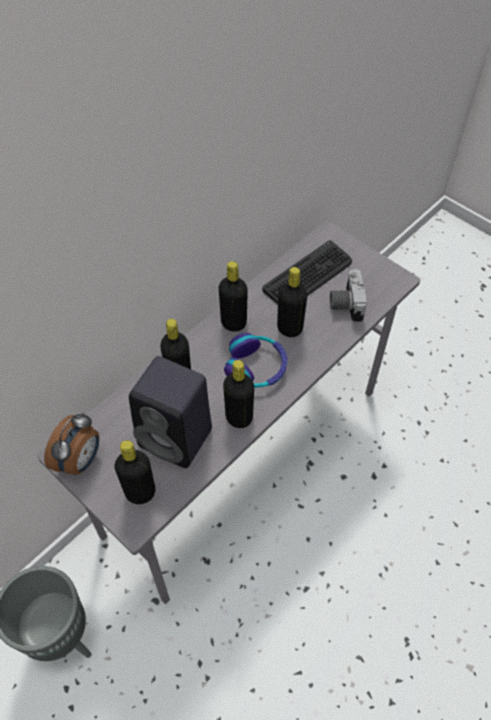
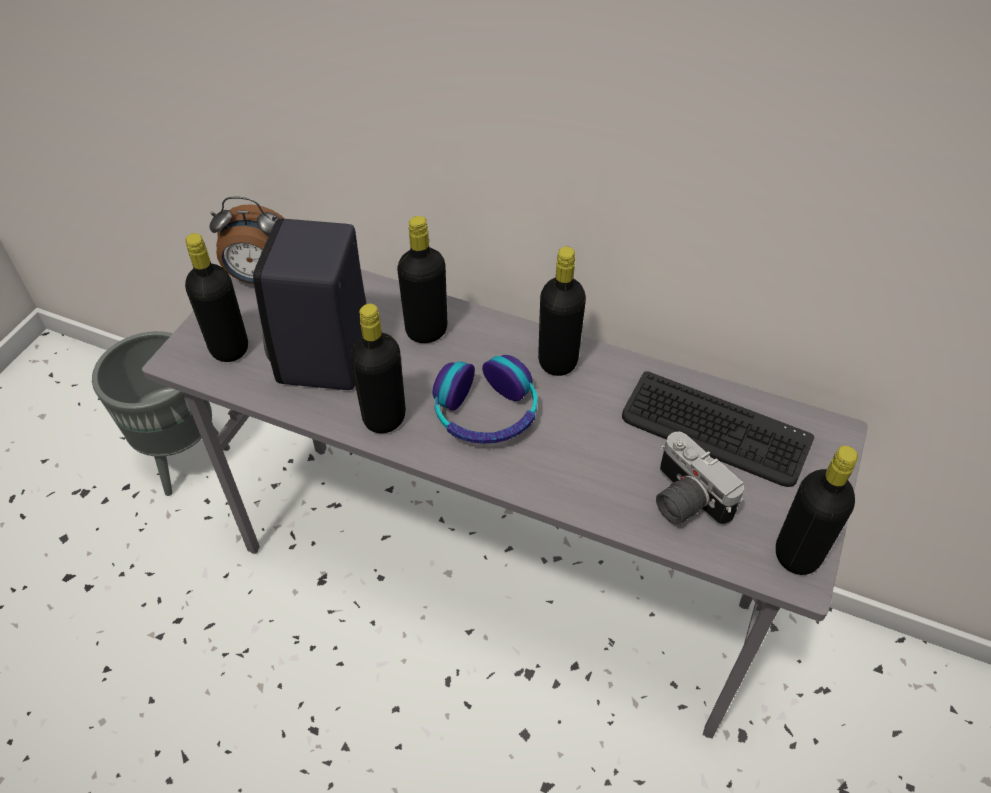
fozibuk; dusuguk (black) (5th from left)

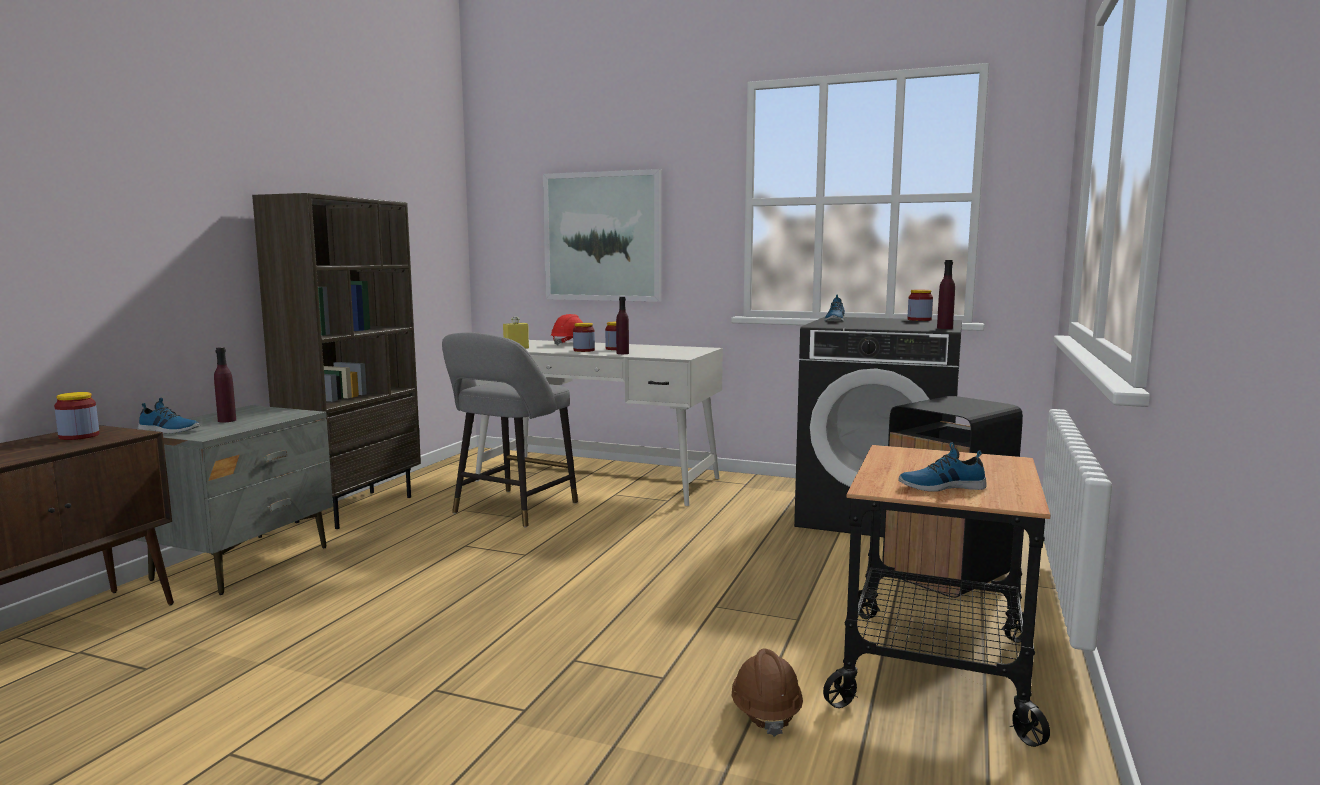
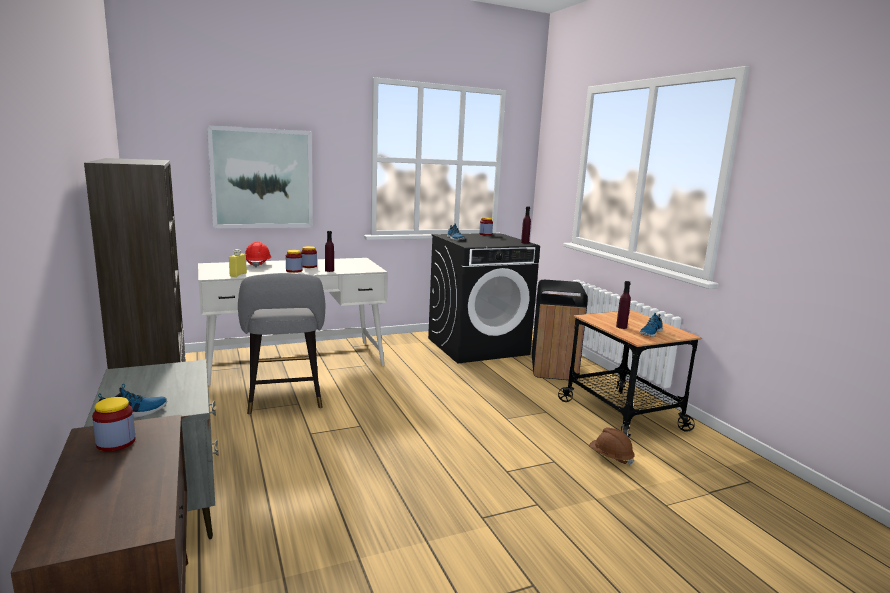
dusuguk (purple) (3rd from left)

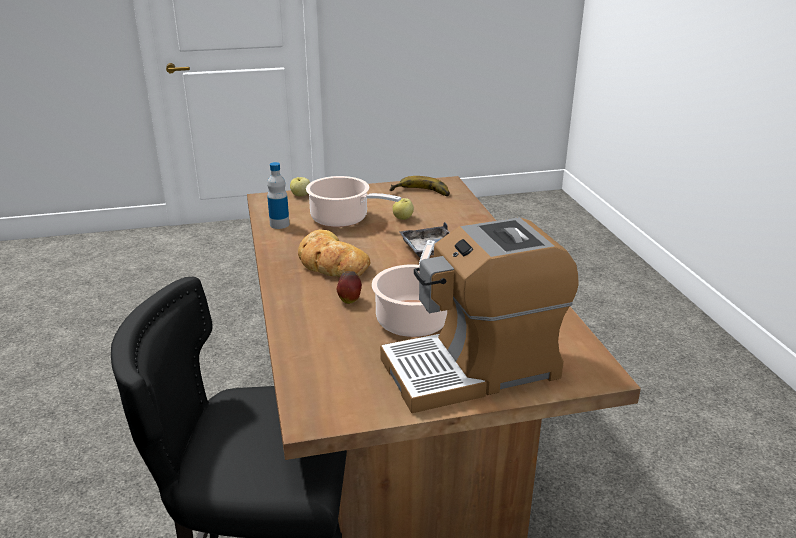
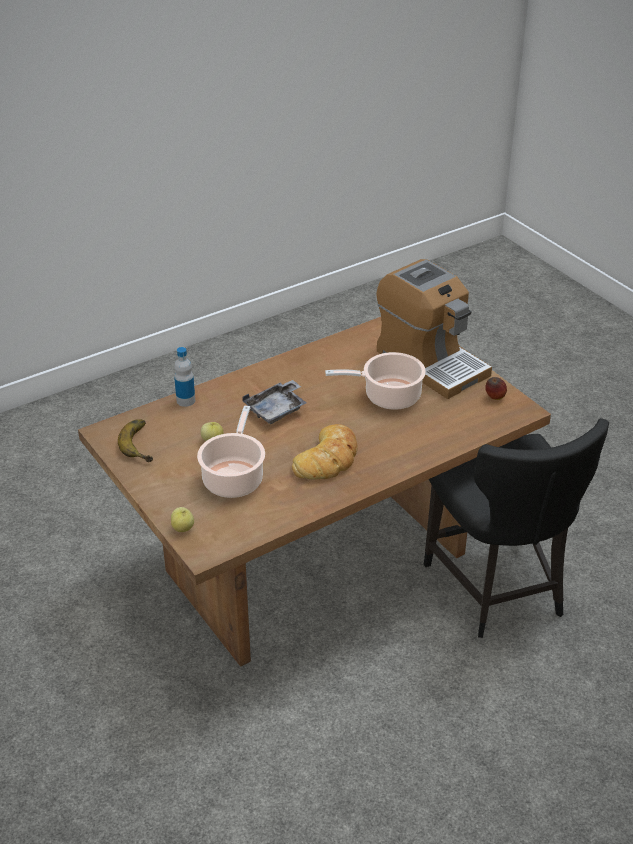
dusuguk; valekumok (3rd from left)

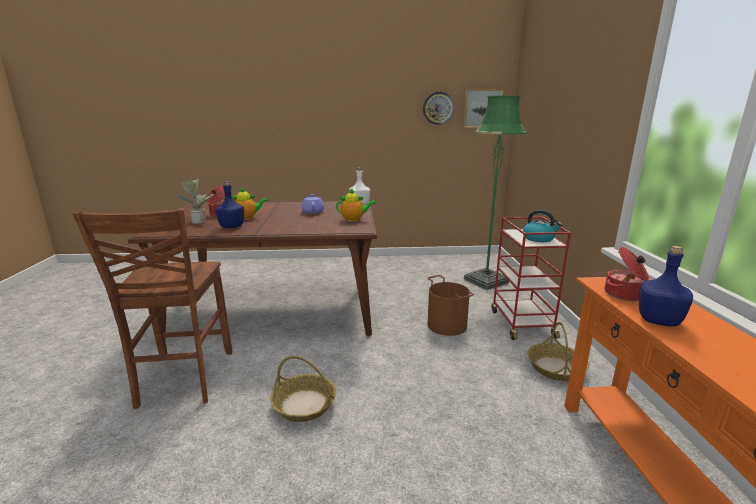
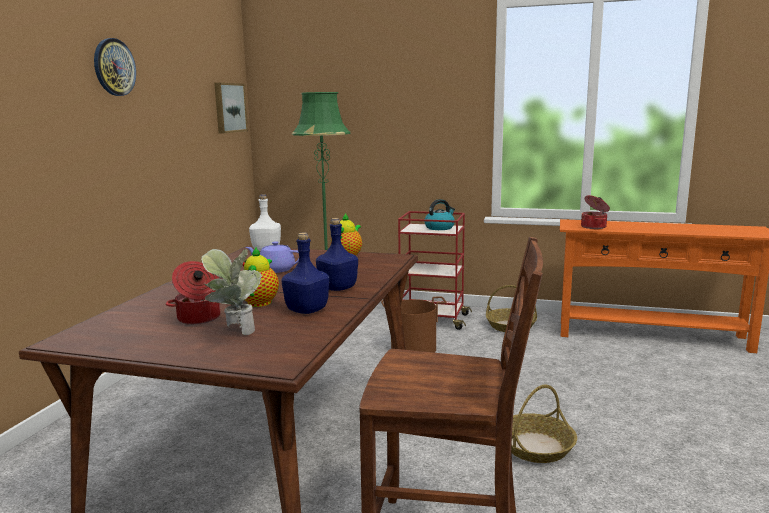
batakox; dusuguk (blue) (2nd from left)

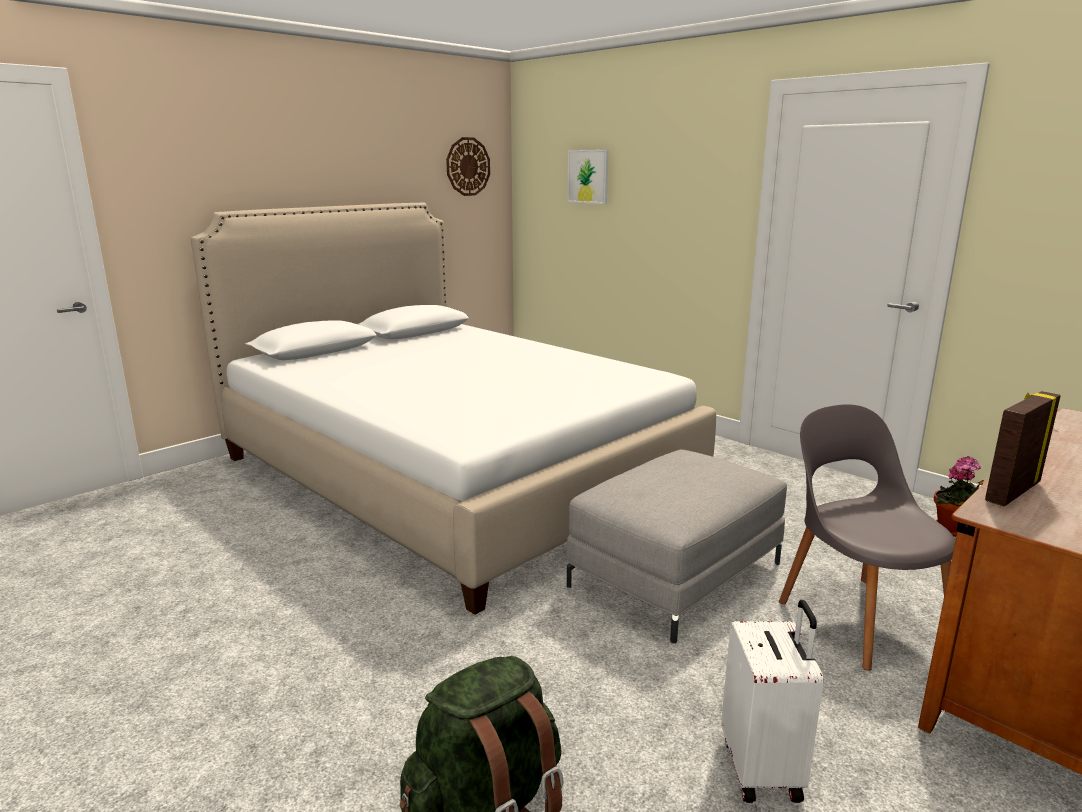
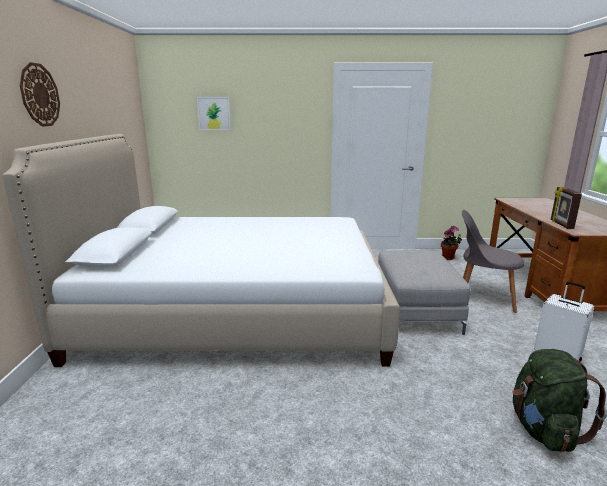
batakox

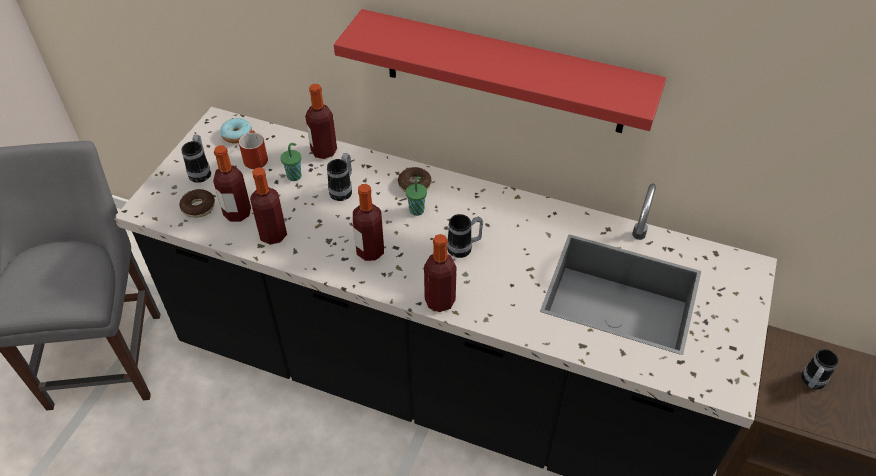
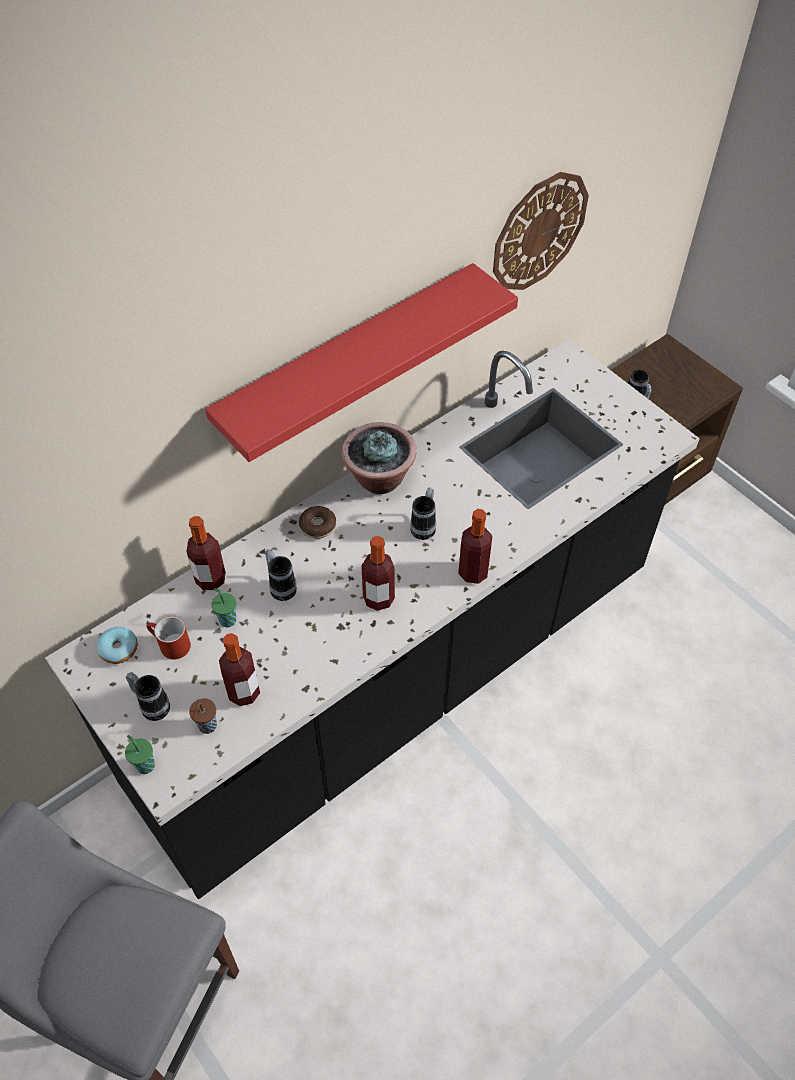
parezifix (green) (1st from left); parezifix (brown); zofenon; batakox; dusuguk (2nd from left in the first image)

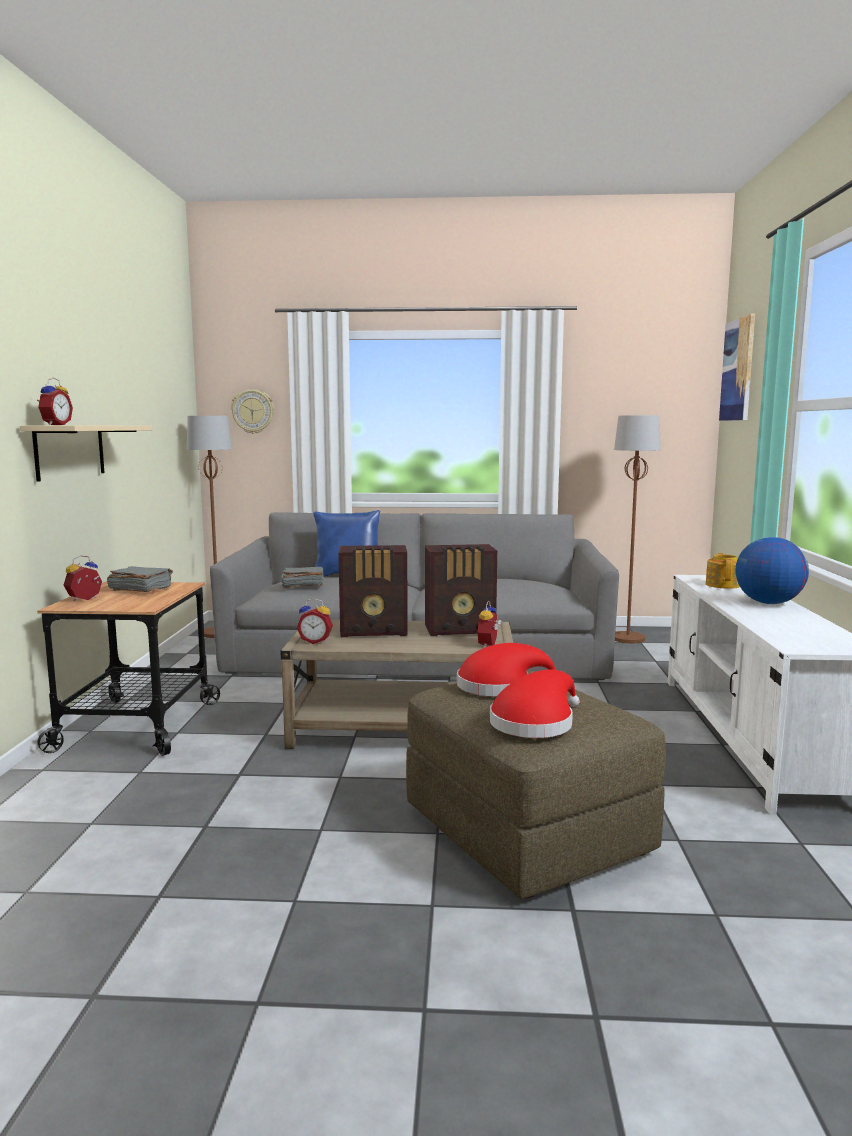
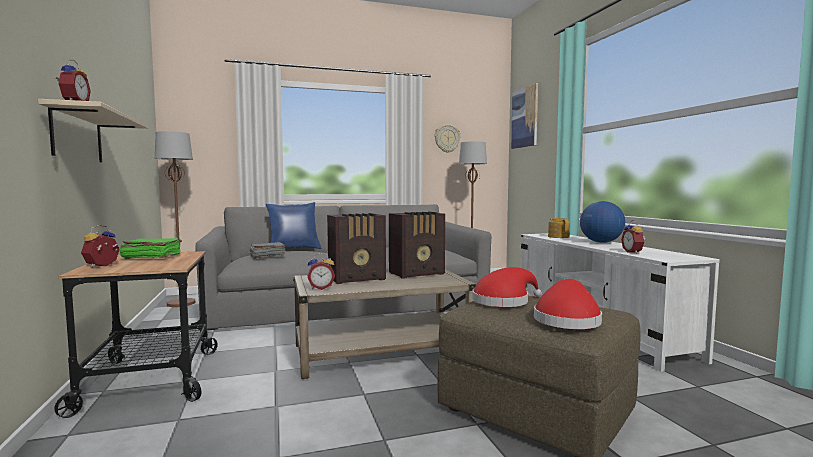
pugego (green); batakox; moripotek (4th from left)

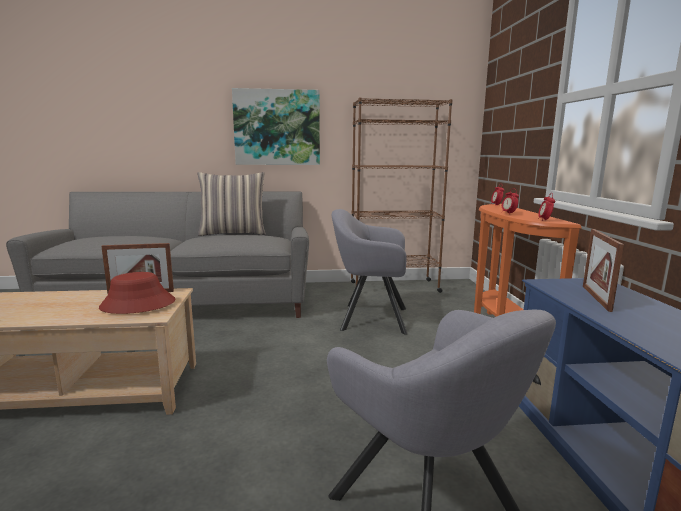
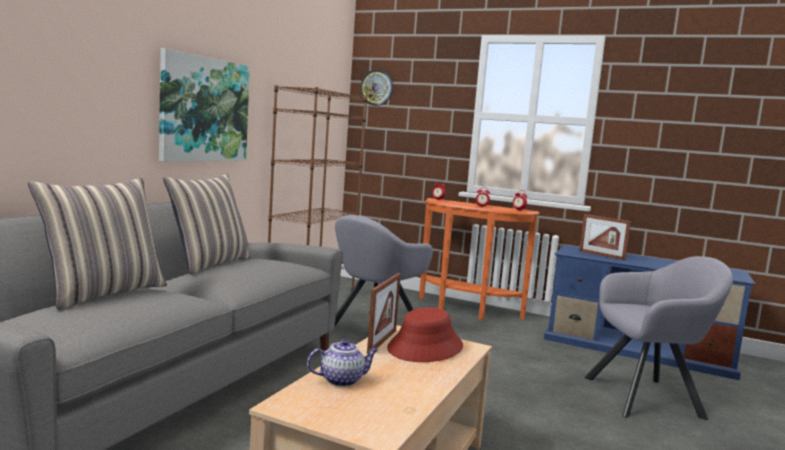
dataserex (1st from left); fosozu; batakox

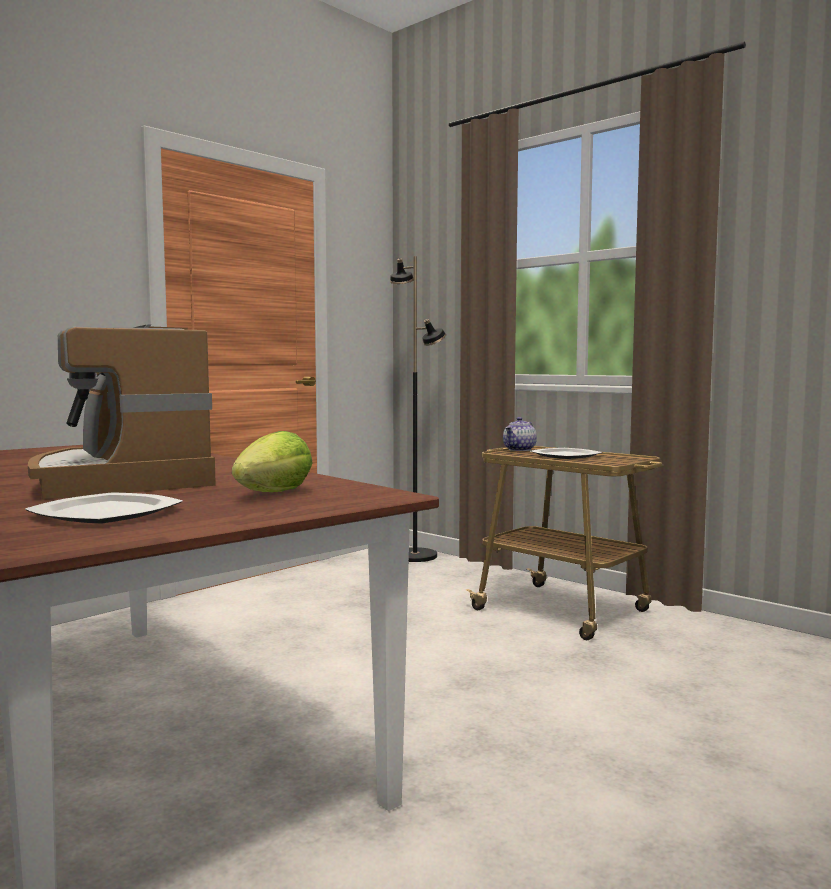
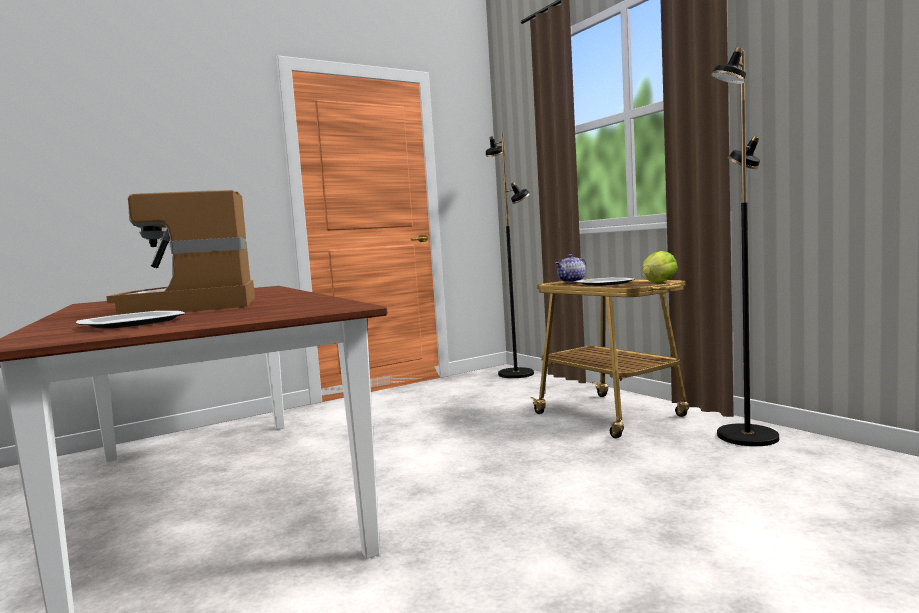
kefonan; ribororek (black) (2nd from left)

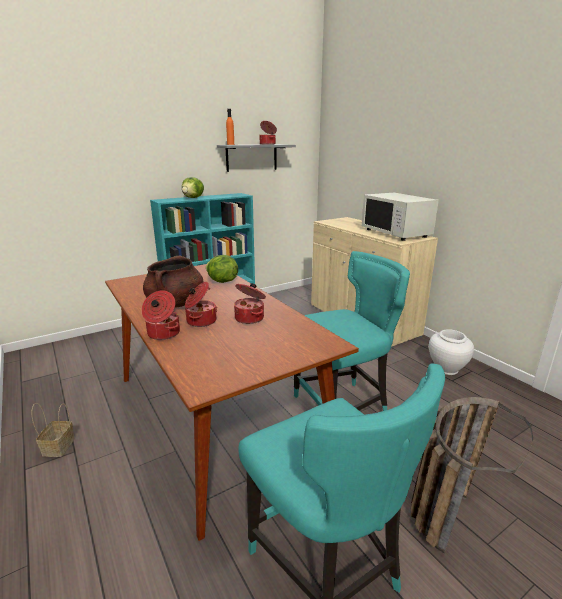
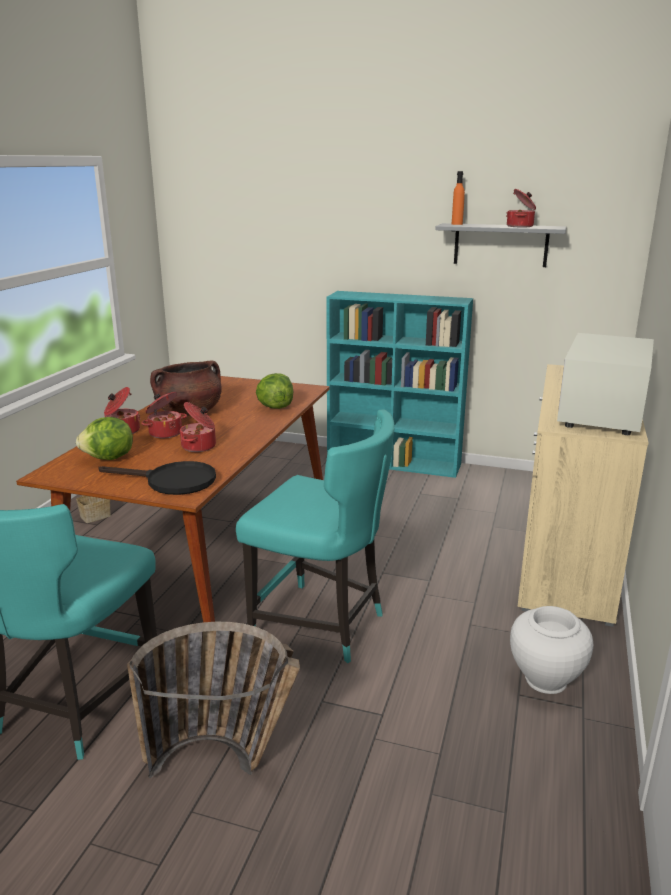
kefonan (1st from left); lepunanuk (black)

